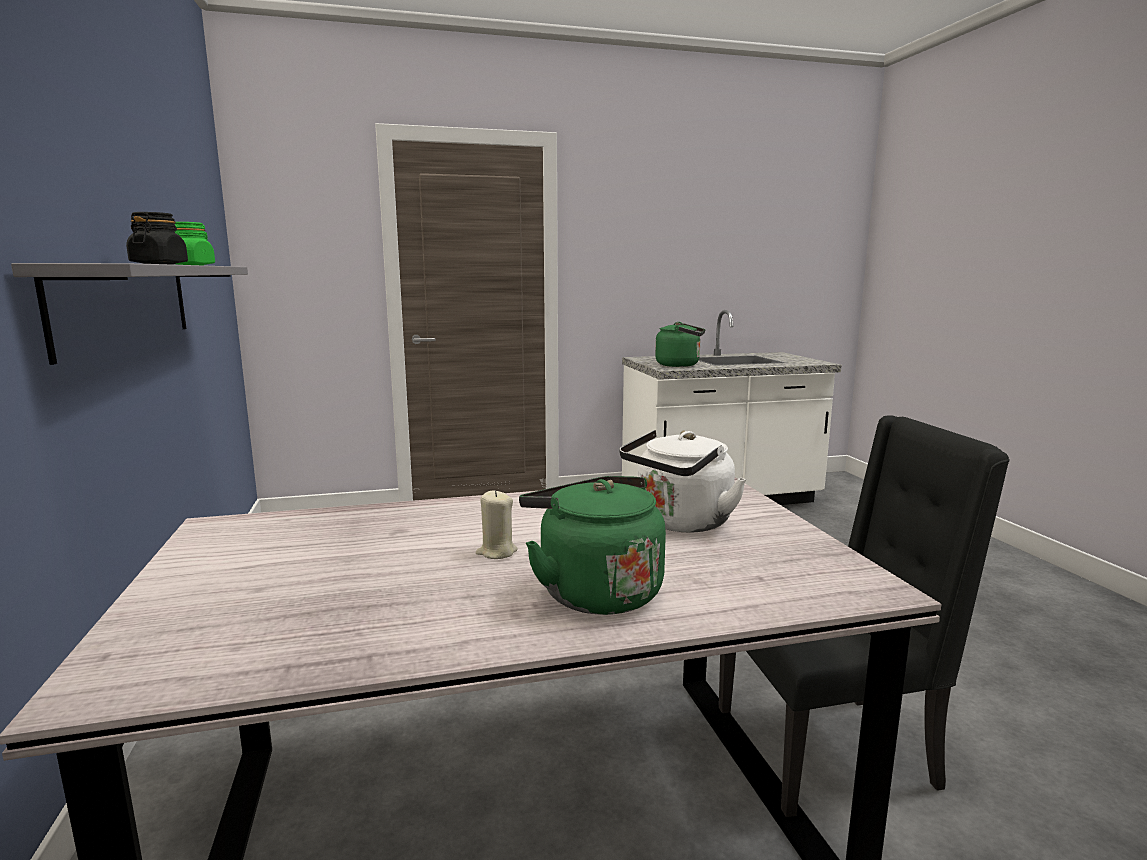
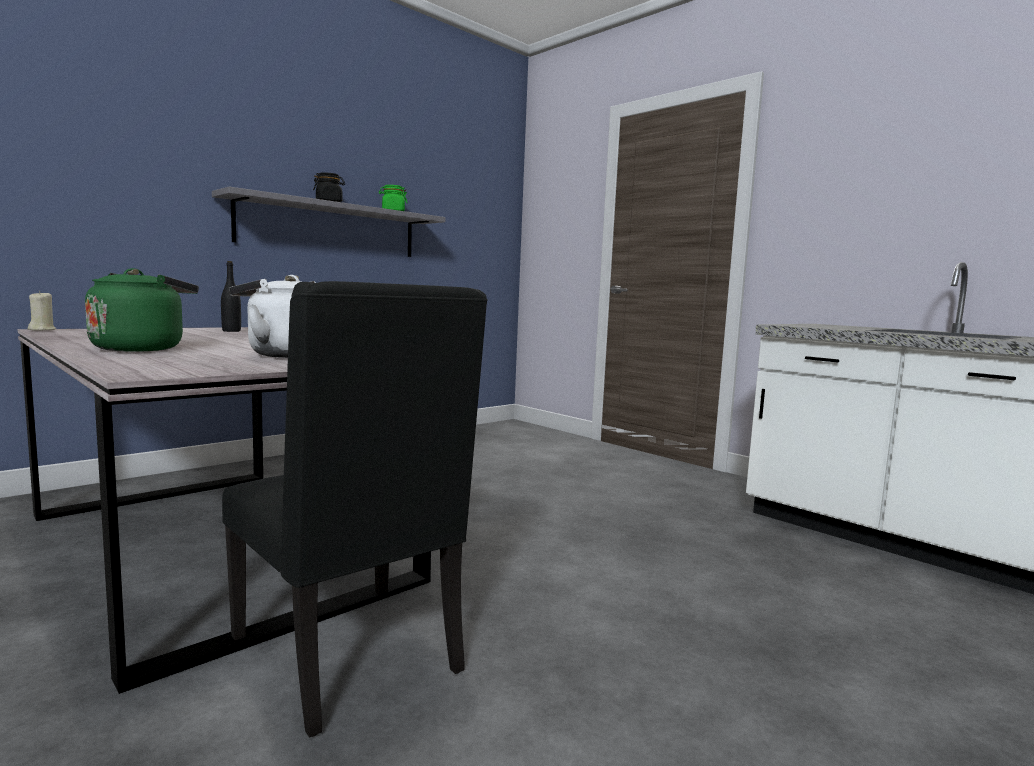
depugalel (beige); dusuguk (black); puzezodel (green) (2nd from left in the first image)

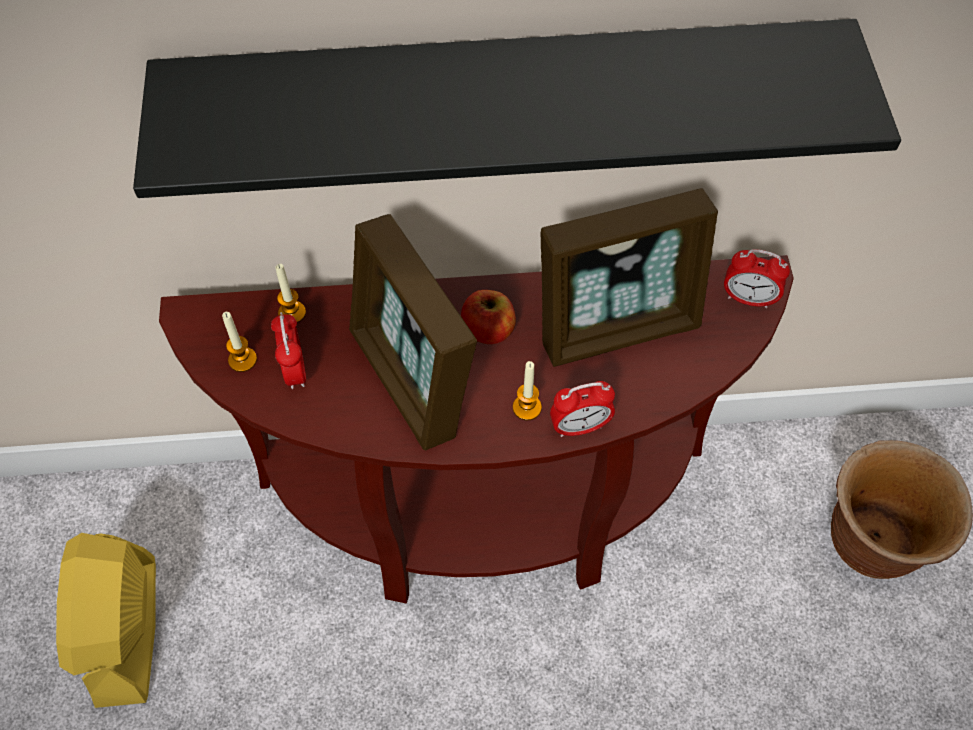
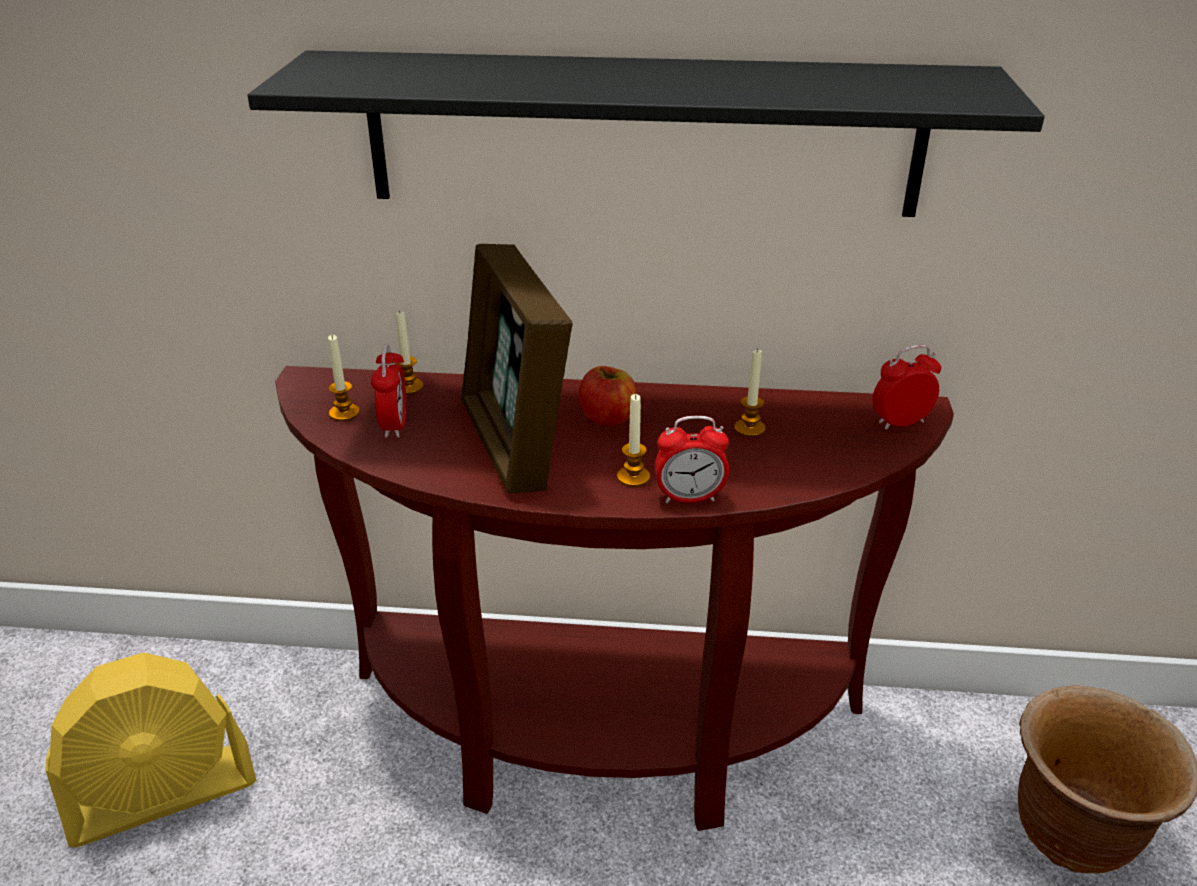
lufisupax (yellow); depugalel (4th from left); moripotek (3rd from left)

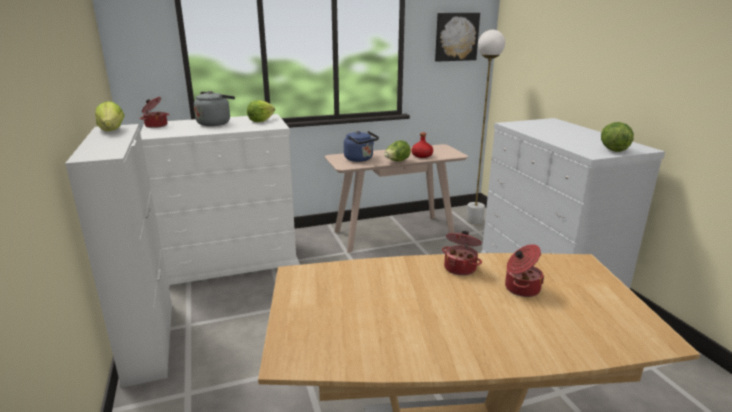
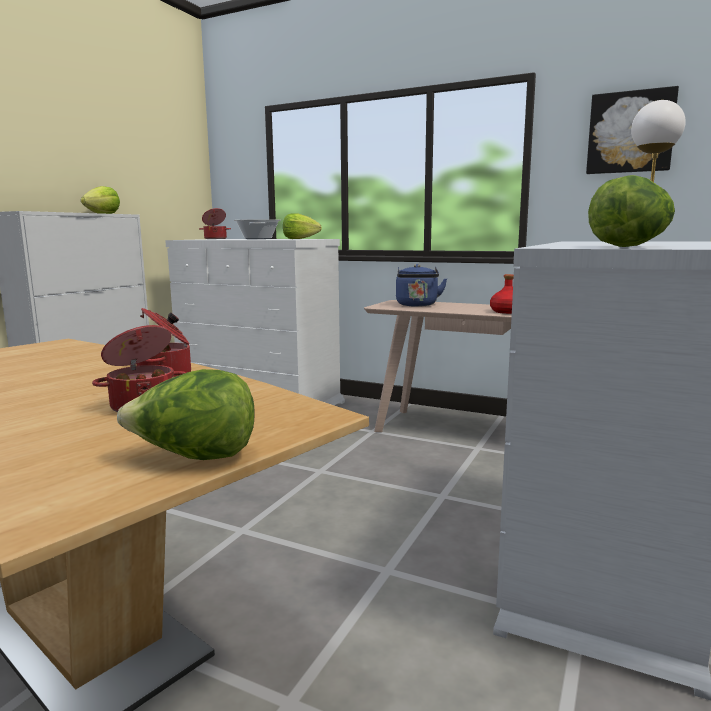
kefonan (2nd from left); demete (4th from left)

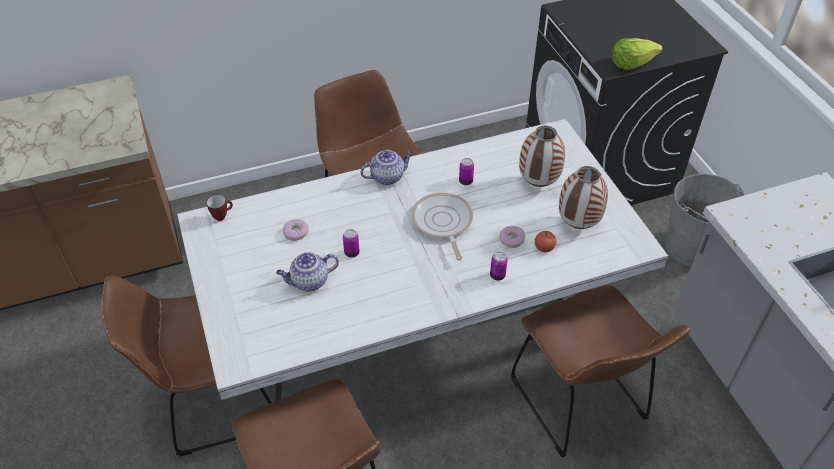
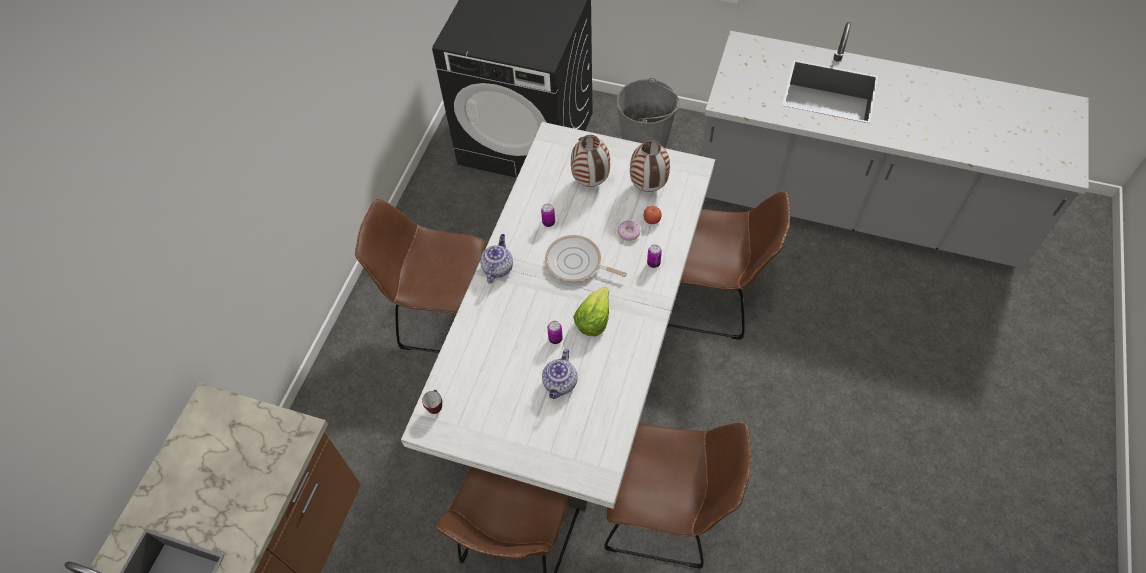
kefonan; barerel (1st from left in the first image)

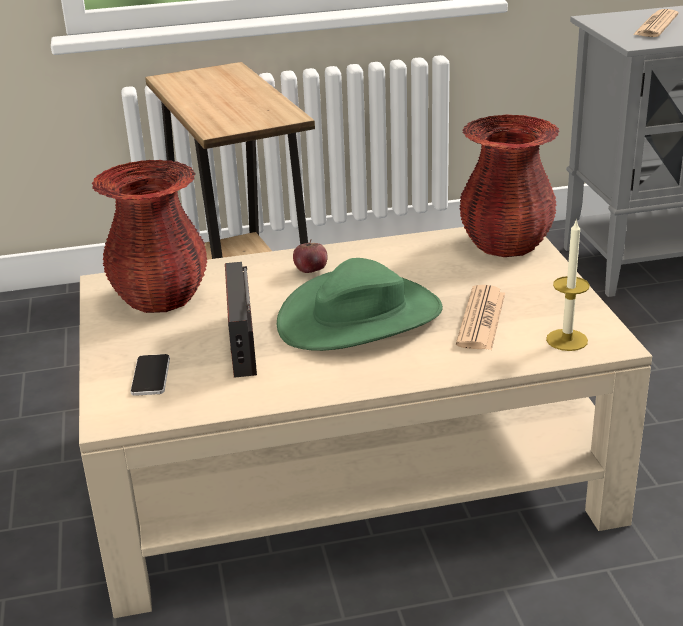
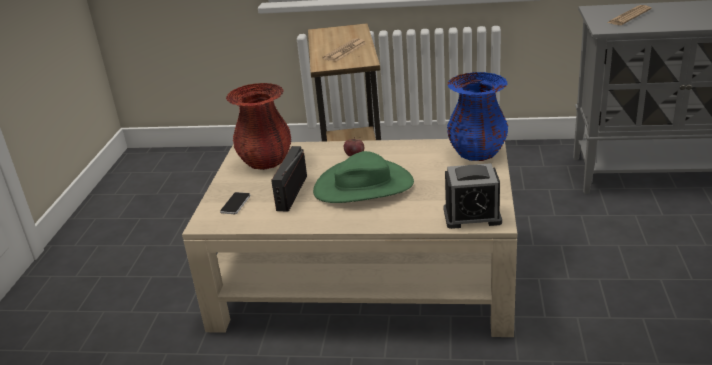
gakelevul (1st from left); moripotek; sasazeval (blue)

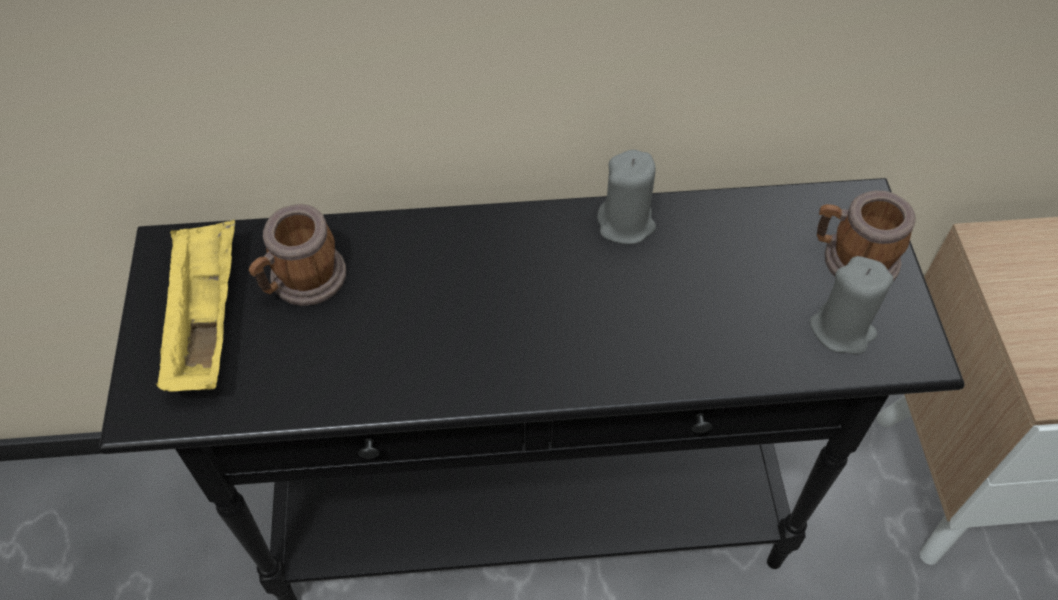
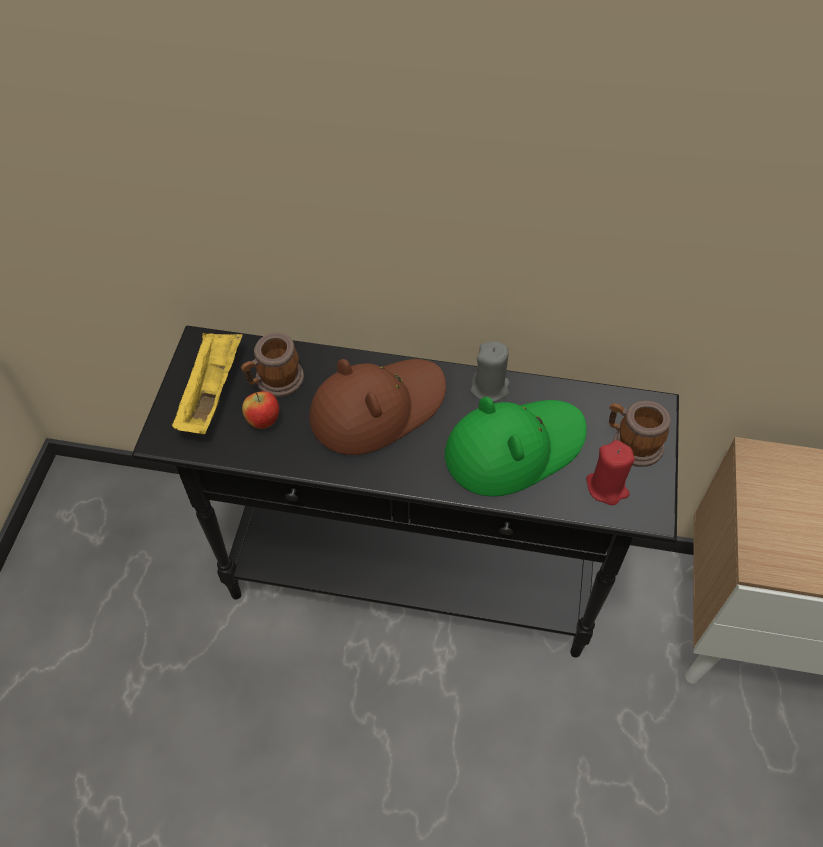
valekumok; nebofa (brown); nebofa (green); depugalel (red)

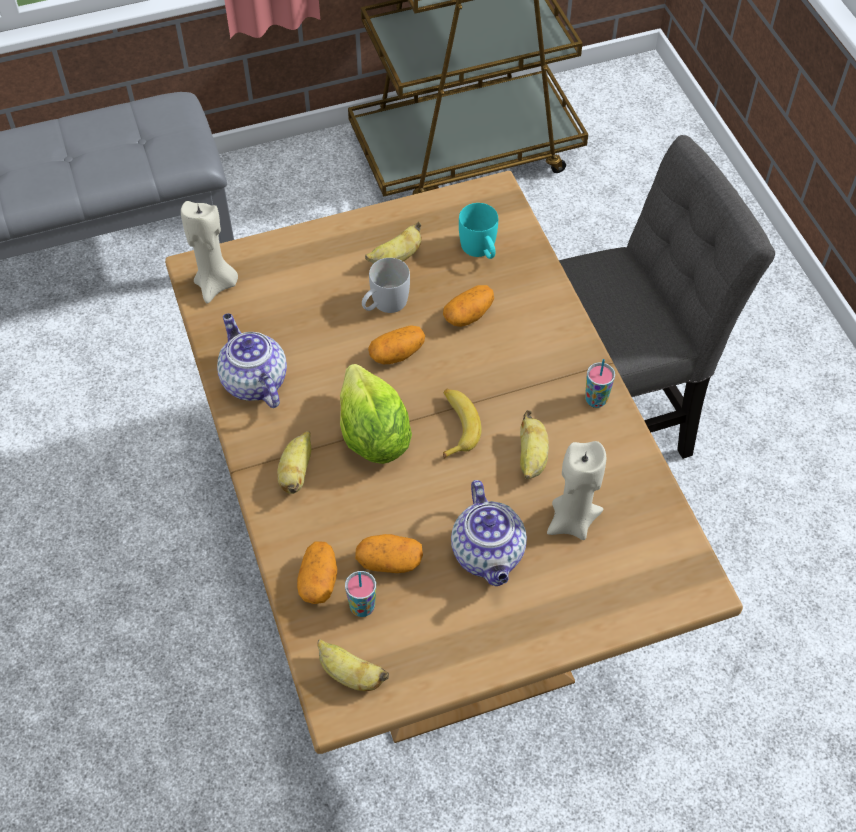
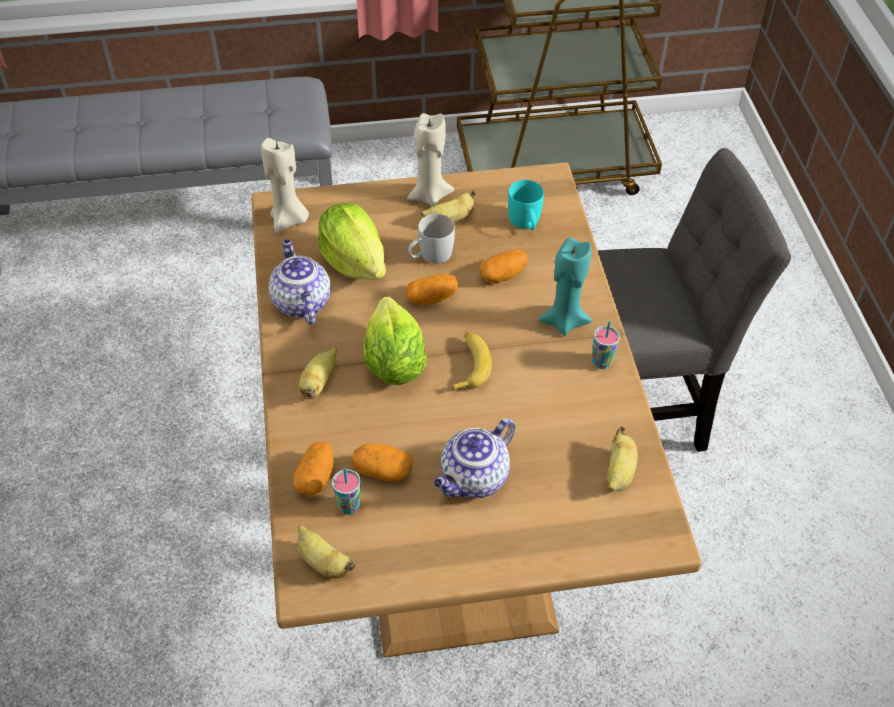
kefonan (1st from left); depugalel (beige) (2nd from left); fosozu (2nd from left); depugalel (turquoise); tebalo (5th from left)

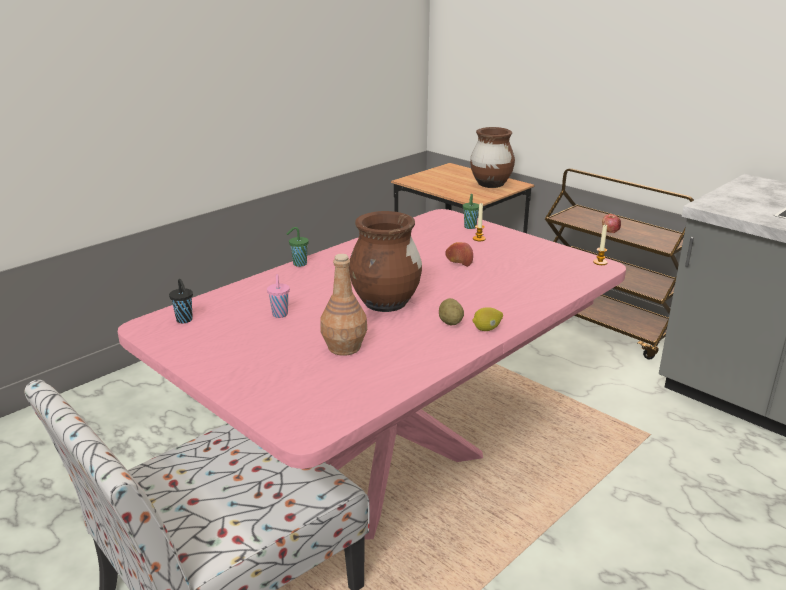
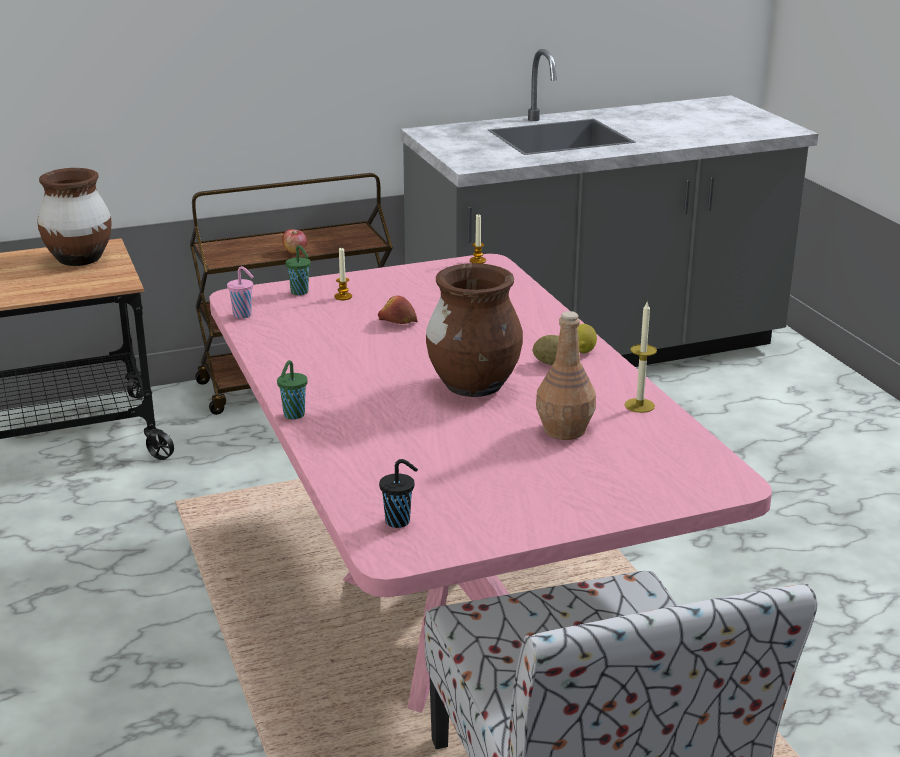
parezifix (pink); depugalel (3rd from left)

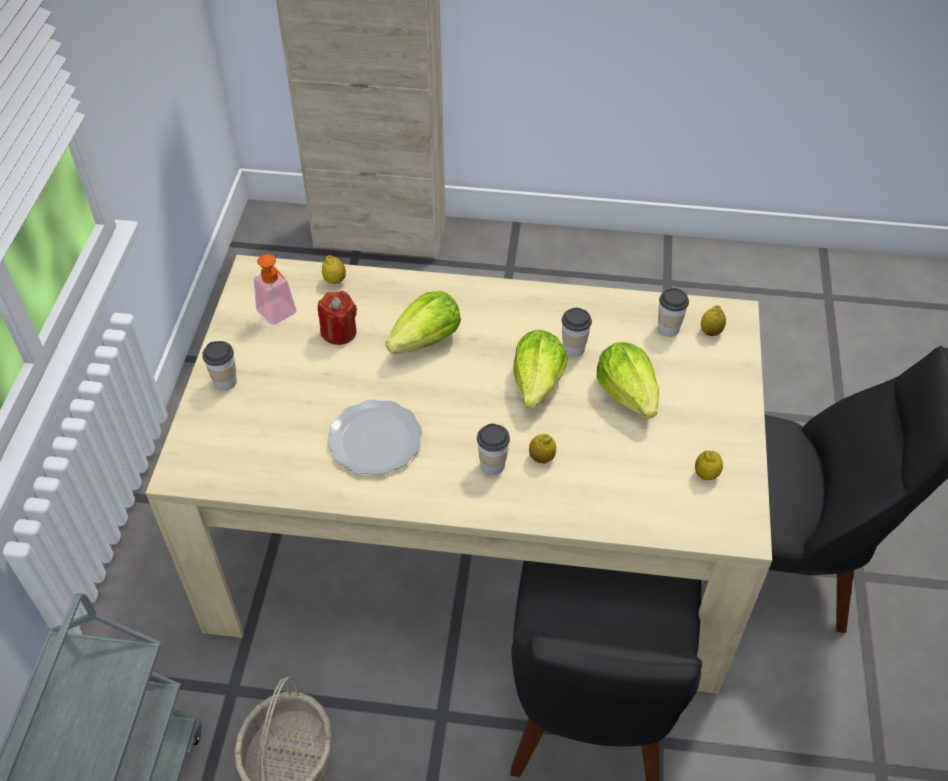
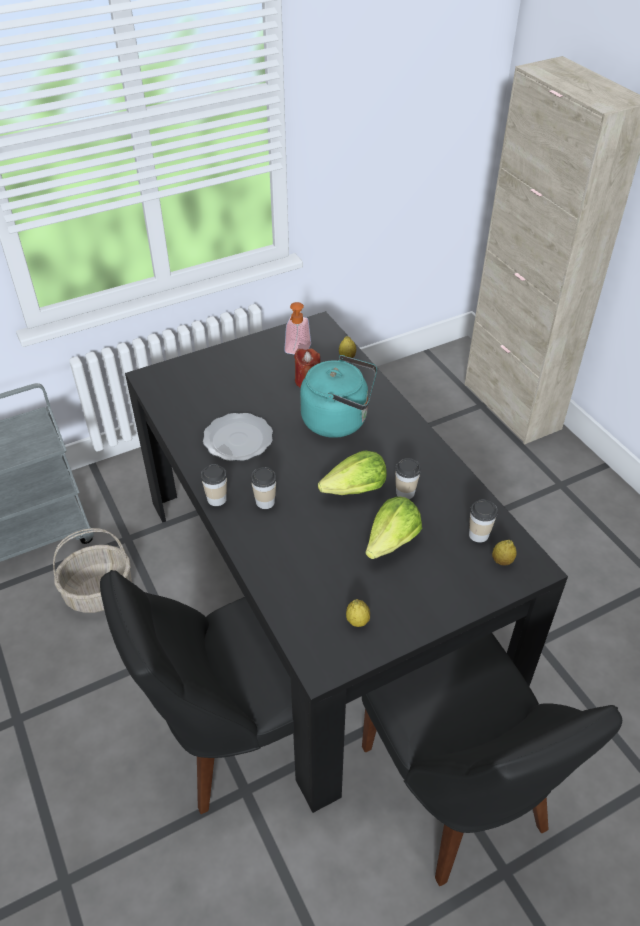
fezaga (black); parezifix (1st from left); puzezodel (turquoise); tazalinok (2nd from left in the first image)

